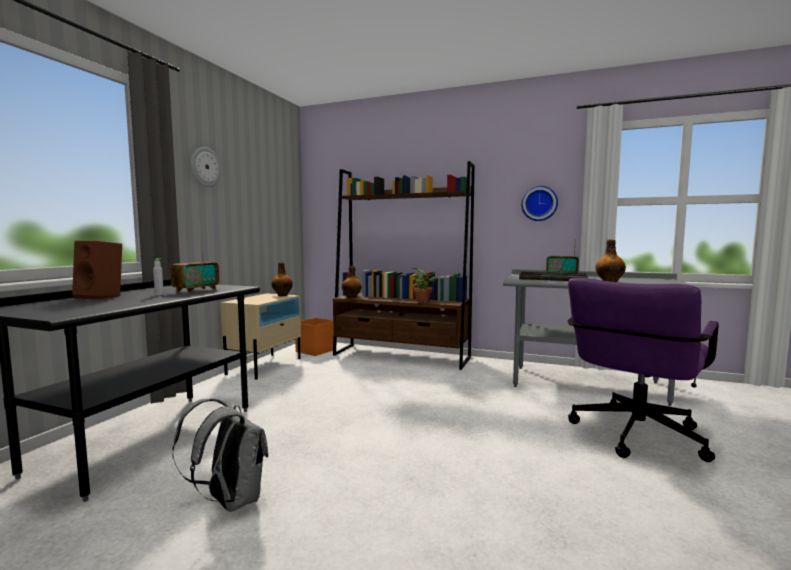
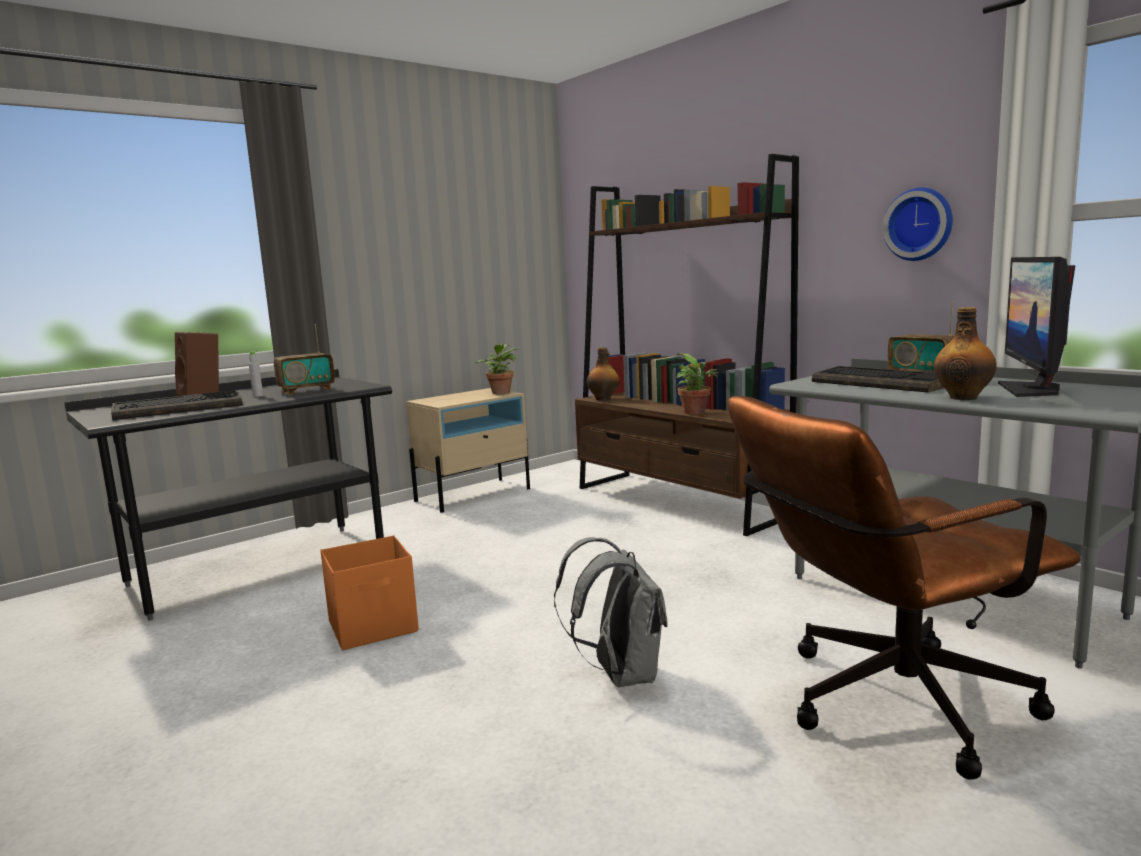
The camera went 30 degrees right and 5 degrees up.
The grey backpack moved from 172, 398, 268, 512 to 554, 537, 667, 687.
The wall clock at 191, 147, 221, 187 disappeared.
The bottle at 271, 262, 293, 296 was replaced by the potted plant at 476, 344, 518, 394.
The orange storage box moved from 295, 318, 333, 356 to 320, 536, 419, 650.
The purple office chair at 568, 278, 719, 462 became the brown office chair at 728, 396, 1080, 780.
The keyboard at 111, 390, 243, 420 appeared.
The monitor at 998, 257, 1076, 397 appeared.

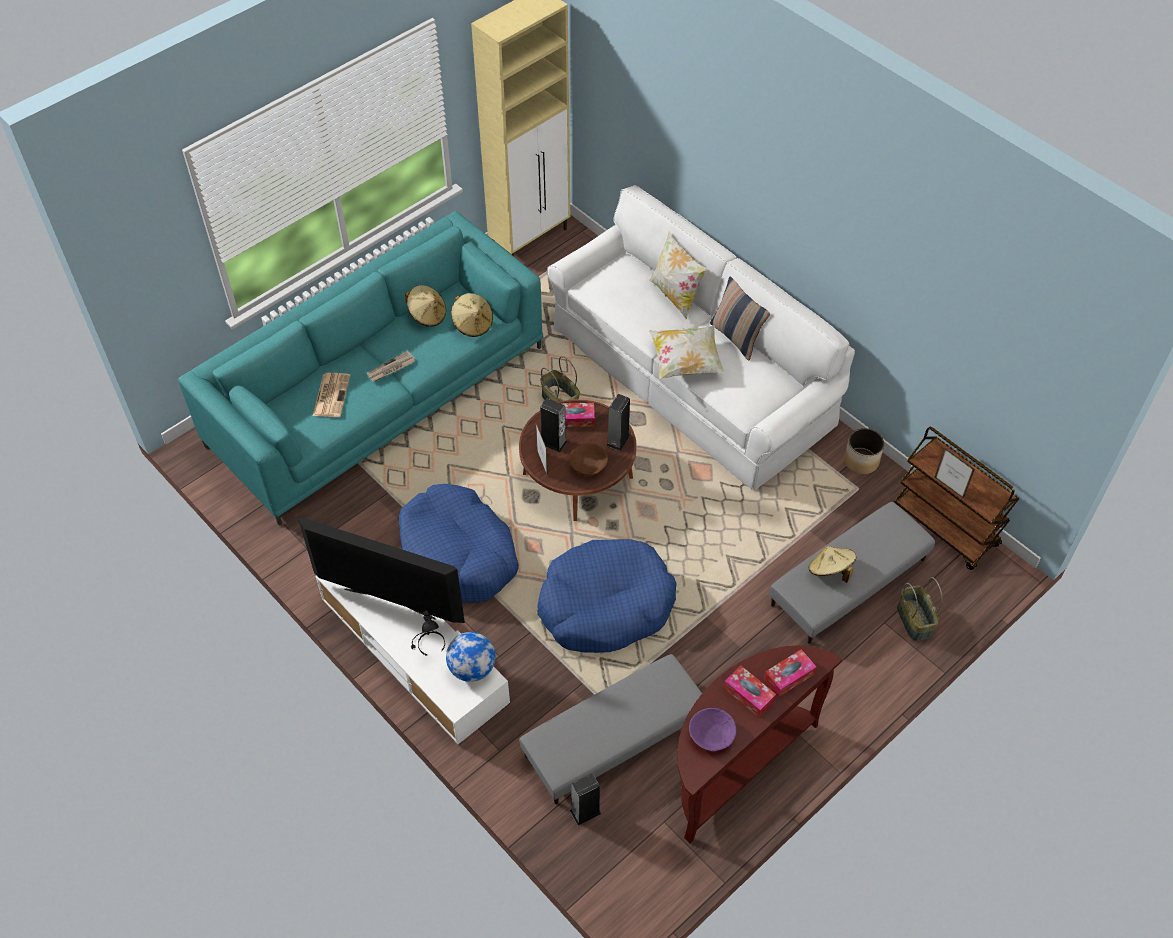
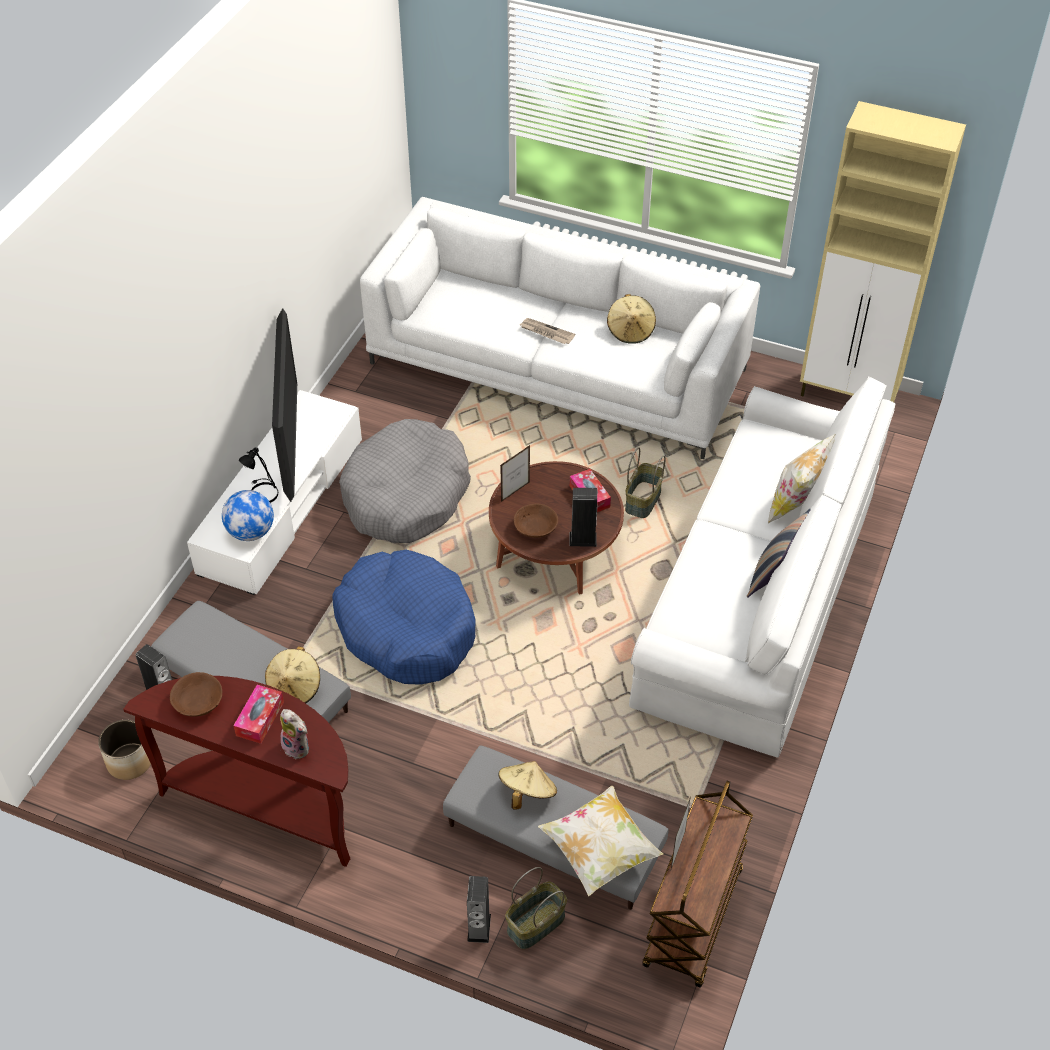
The camera went 65 degrees right and 5 degrees down.
The turquoise sofa at 178, 211, 543, 526 became the white sofa at 360, 197, 760, 459.
The newspaper at 313, 373, 350, 417 disappeared.
The blue dog bed at 399, 484, 519, 603 became the grey dog bed at 339, 419, 471, 543.
The beige hat moved from 451, 293, 493, 337 to 265, 646, 320, 703.
The speaker moved from 540, 398, 567, 452 to 467, 876, 491, 943.
The pillow moved from 649, 325, 725, 380 to 538, 786, 663, 896.
The purple bowl at 689, 708, 736, 751 became the brown bowl at 170, 672, 222, 717.
The tissue box at 764, 649, 816, 697 was replaced by the plush toy at 280, 709, 309, 760.
The planter moved from 844, 428, 884, 474 to 98, 720, 151, 780.

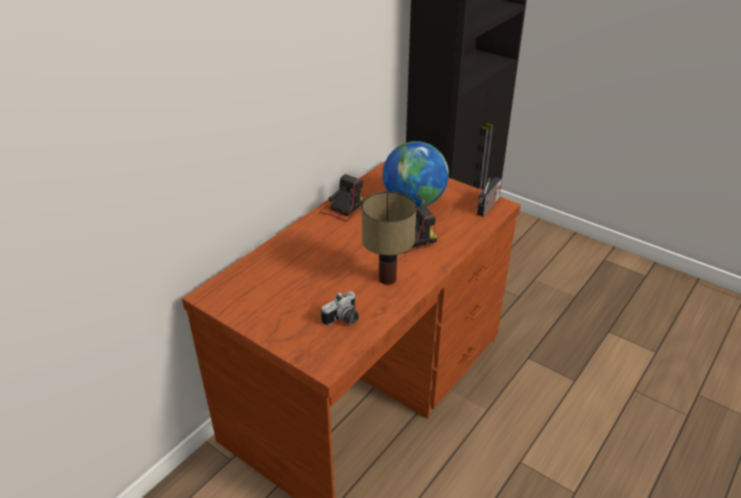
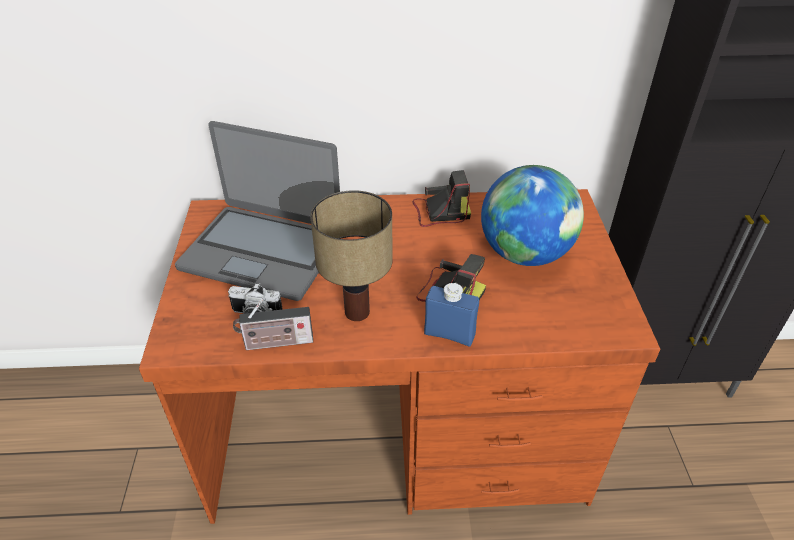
The camera went 50 degrees right and 5 degrees up.
The radio moved from 477, 177, 502, 217 to 233, 299, 313, 350.
The laptop at 175, 121, 340, 301 appeared.
The blue bottle at 424, 282, 479, 347 appeared.

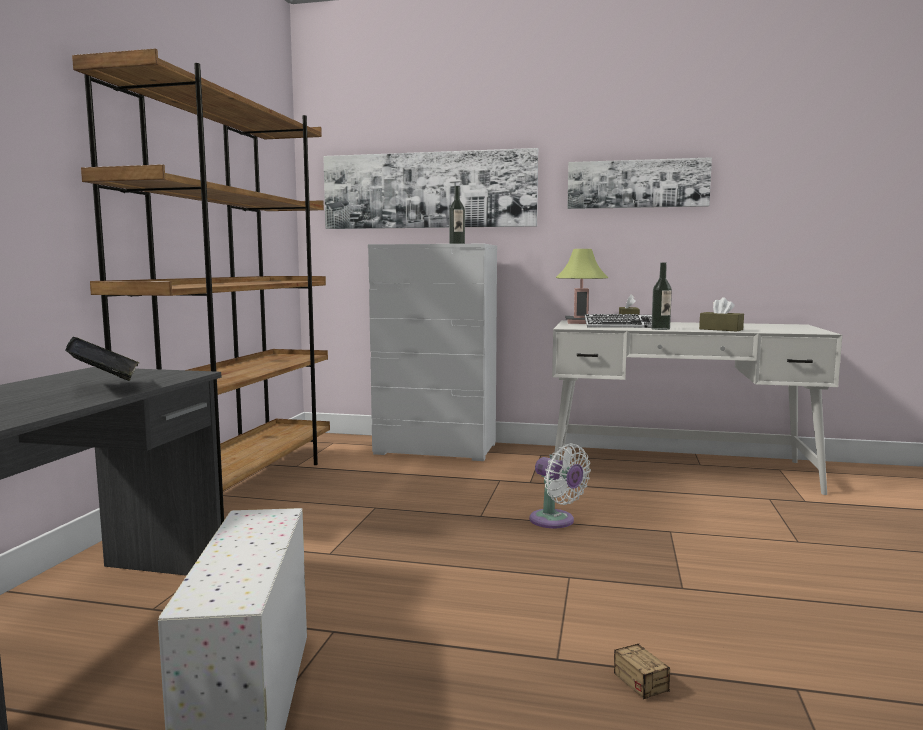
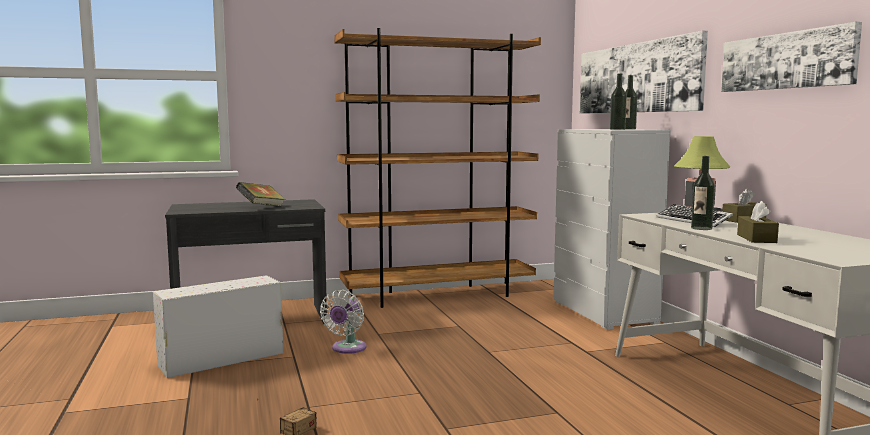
The camera went 60 degrees right and 0 degrees up.
The white fan moved from 530, 443, 591, 528 to 320, 290, 366, 354.
The bottle at 610, 74, 627, 130 appeared.

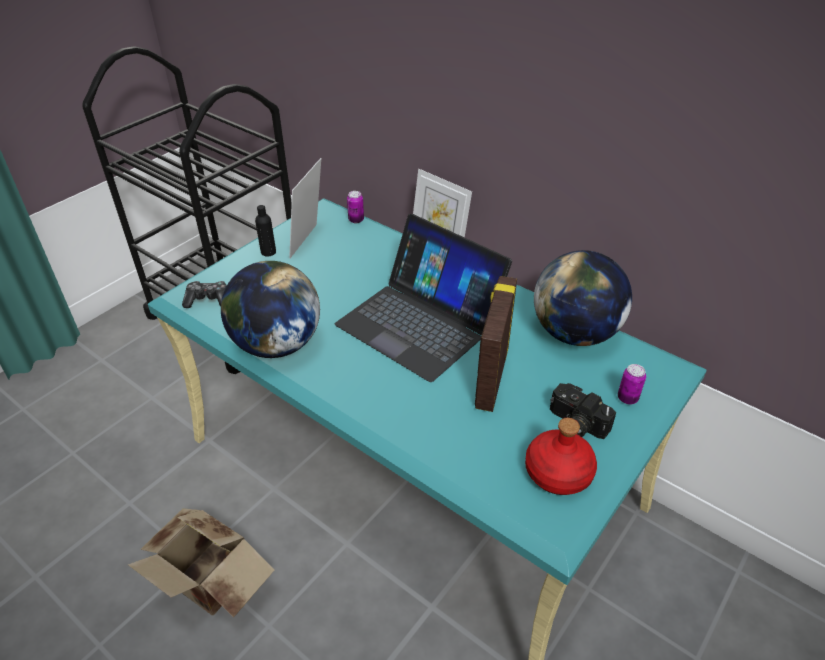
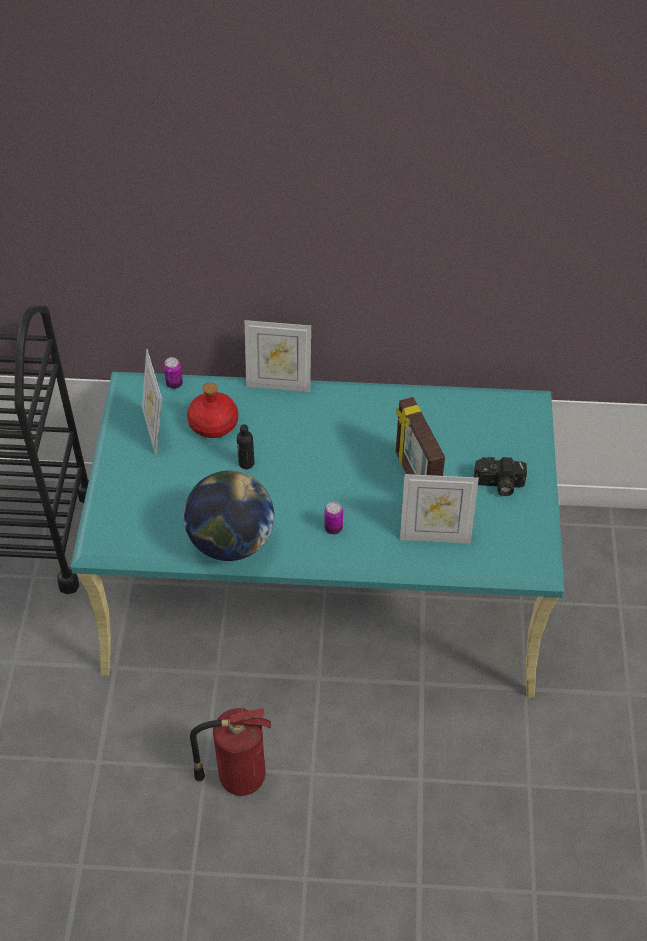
The camera went 35 degrees left and 10 degrees up.
The cardboard box at 128, 508, 274, 618 was replaced by the fire extinguisher at 190, 708, 271, 796.
The game controller at 182, 281, 227, 308 disappeared.
The black bottle moved from 255, 205, 276, 257 to 237, 424, 255, 469.
The laptop at 335, 214, 512, 382 disappeared.
The red bottle moved from 525, 418, 597, 495 to 187, 383, 238, 438.
The globe at 534, 250, 632, 346 disappeared.
The can moved from 618, 364, 646, 404 to 324, 502, 343, 534.
The picture frame at 400, 474, 479, 543 appeared.

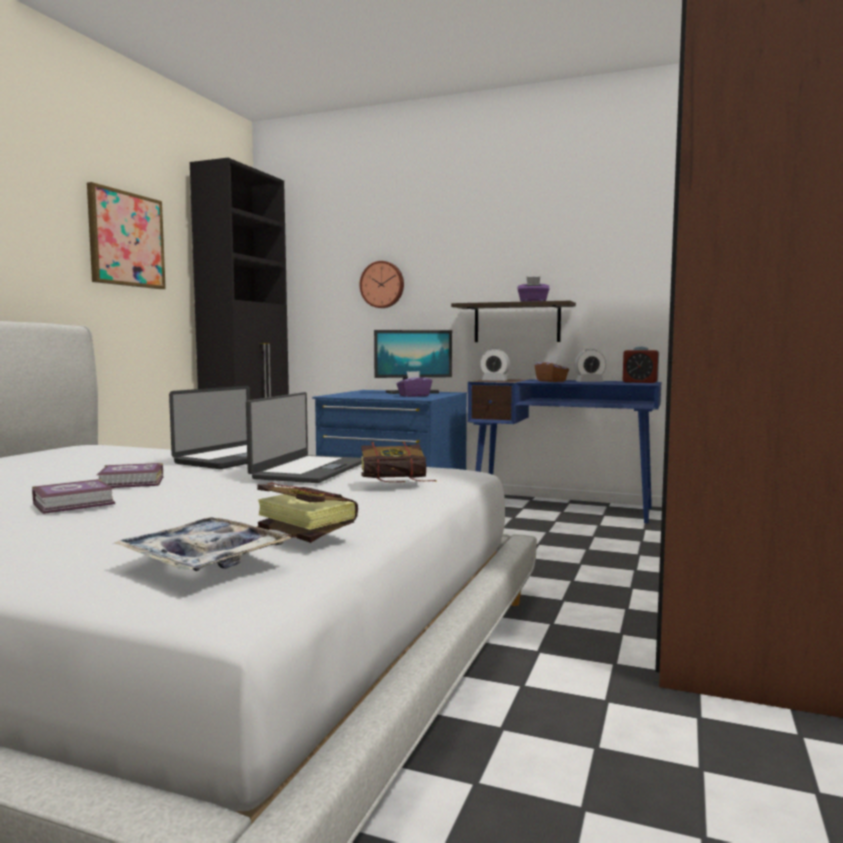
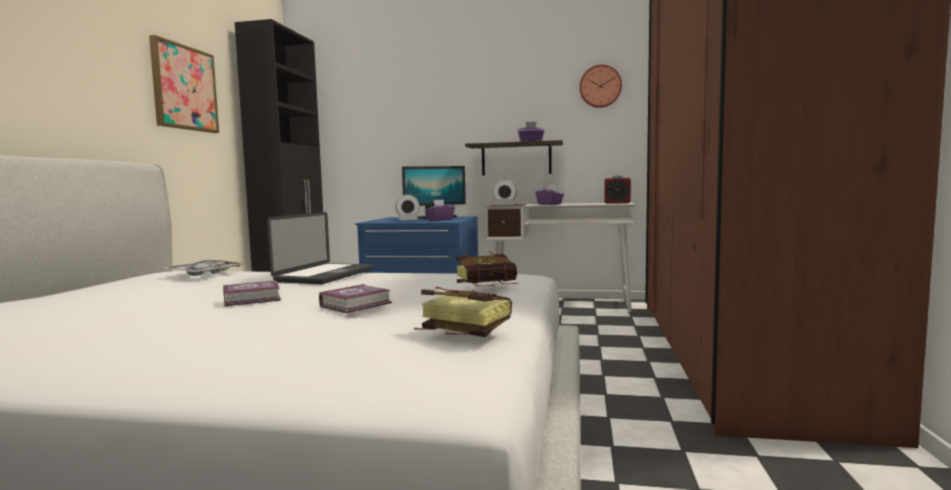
The camera went 10 degrees left and 0 degrees up.
The book moved from 32, 479, 115, 514 to 319, 284, 392, 313.
The tray moved from 112, 517, 293, 571 to 164, 260, 244, 276.
The laptop at 246, 392, 362, 483 disappeared.
The wall clock moved from 360, 261, 404, 308 to 579, 64, 622, 108.
The blue desk at 468, 379, 661, 523 became the white desk at 485, 203, 637, 312.
The brown tissue box at 535, 356, 569, 382 became the purple tissue box at 535, 184, 564, 205.
The alarm clock moved from 574, 349, 606, 382 to 395, 194, 420, 220.

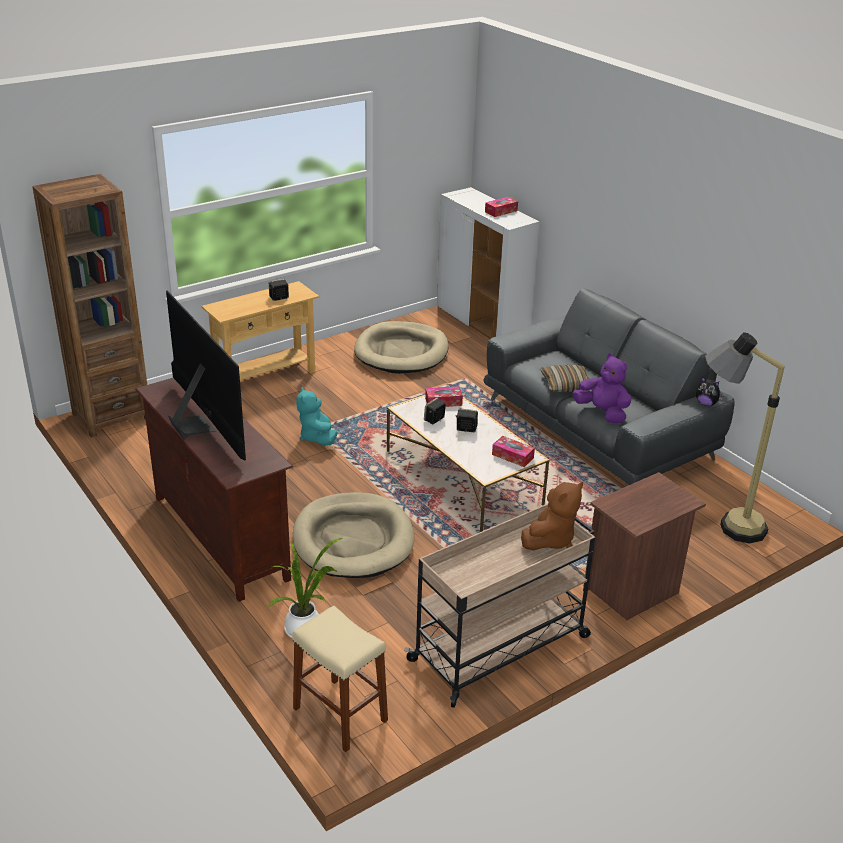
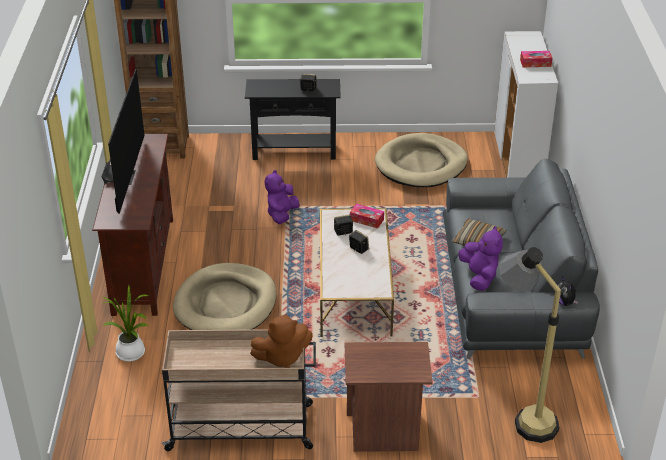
The camera went 35 degrees right and 5 degrees up.
The beige console table at 201, 281, 319, 380 became the black console table at 245, 79, 341, 160.
The beige stool at 292, 606, 388, 752 disappeared.
The turquoise plush toy at 296, 387, 337, 445 became the purple plush toy at 265, 170, 300, 224.
The tissue box at 492, 436, 535, 467 disappeared.

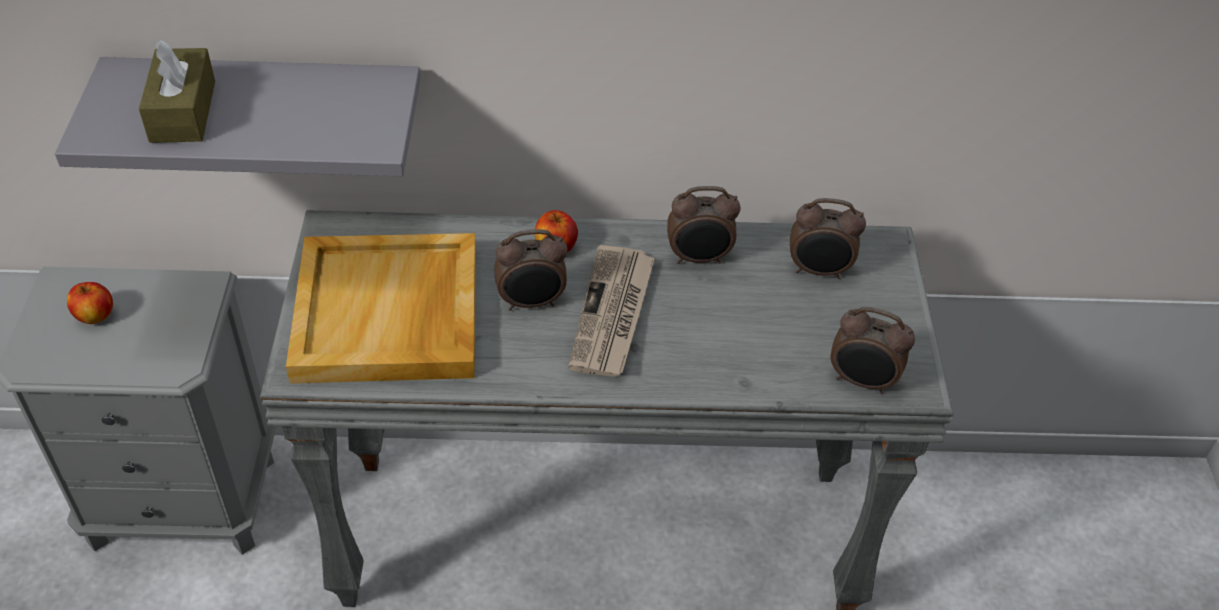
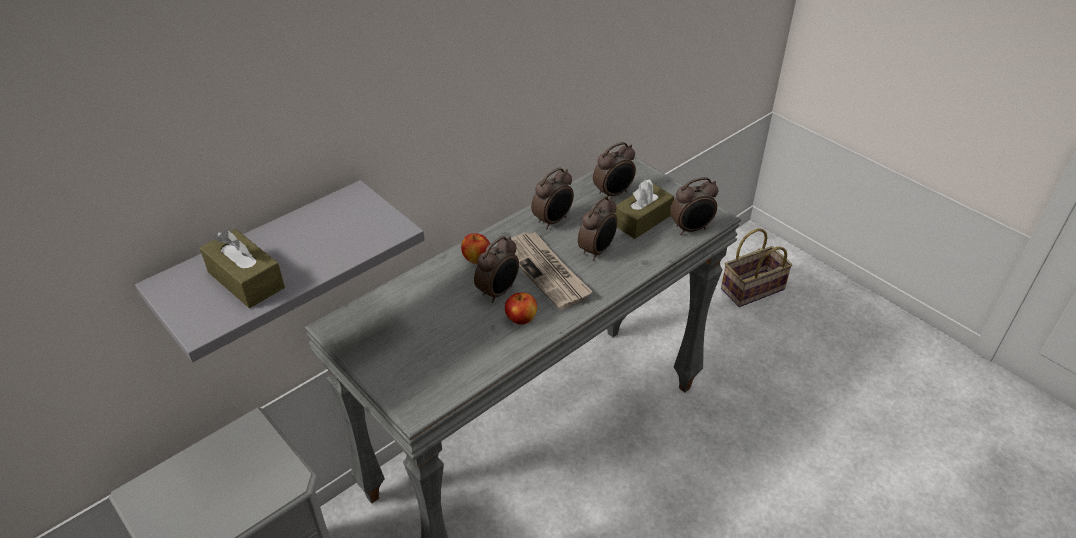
The camera went 40 degrees left and 5 degrees down.
The apple moved from 67, 282, 113, 324 to 505, 293, 537, 325.
The beige tray at 286, 233, 476, 383 disappeared.
The alarm clock at 578, 196, 617, 261 appeared.
The brown tissue box at 614, 180, 674, 239 appeared.
The basket at 721, 228, 792, 307 appeared.

